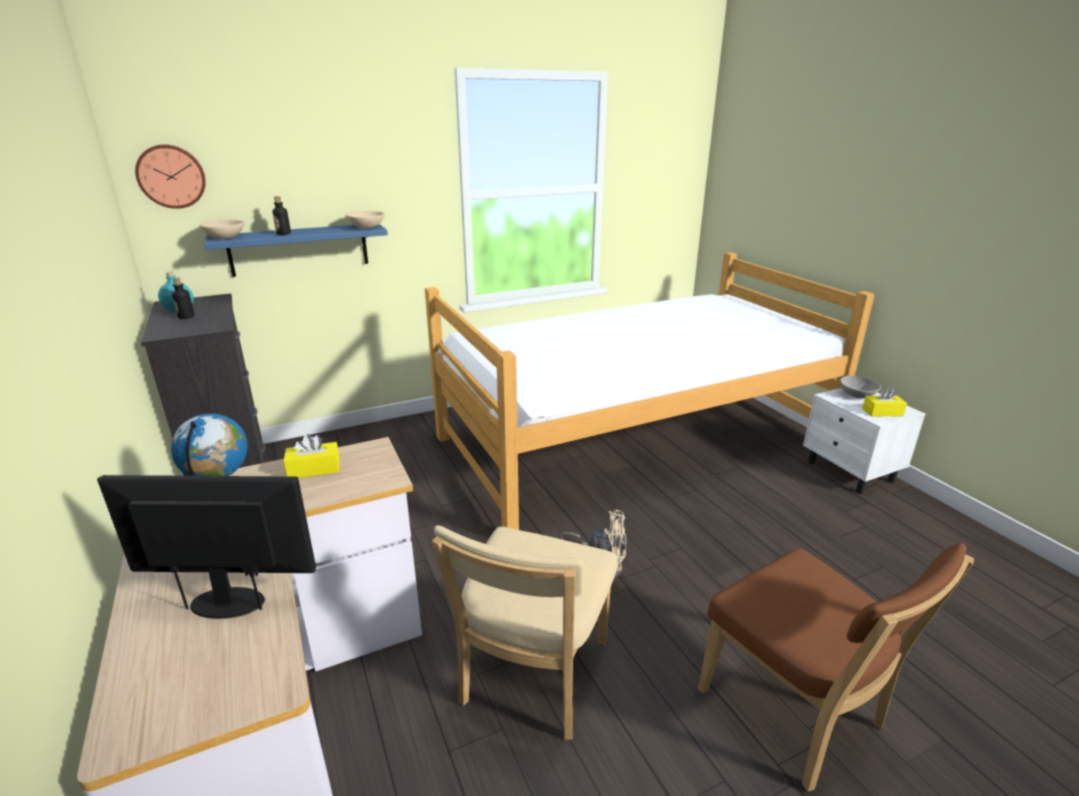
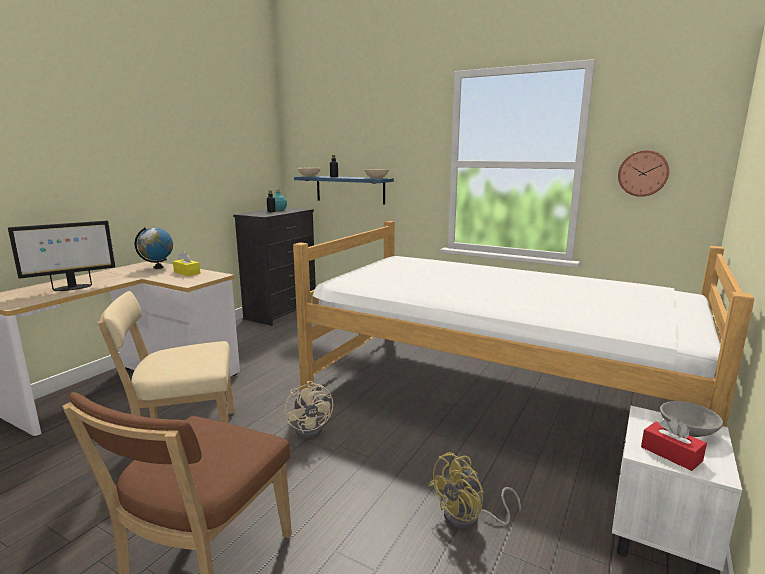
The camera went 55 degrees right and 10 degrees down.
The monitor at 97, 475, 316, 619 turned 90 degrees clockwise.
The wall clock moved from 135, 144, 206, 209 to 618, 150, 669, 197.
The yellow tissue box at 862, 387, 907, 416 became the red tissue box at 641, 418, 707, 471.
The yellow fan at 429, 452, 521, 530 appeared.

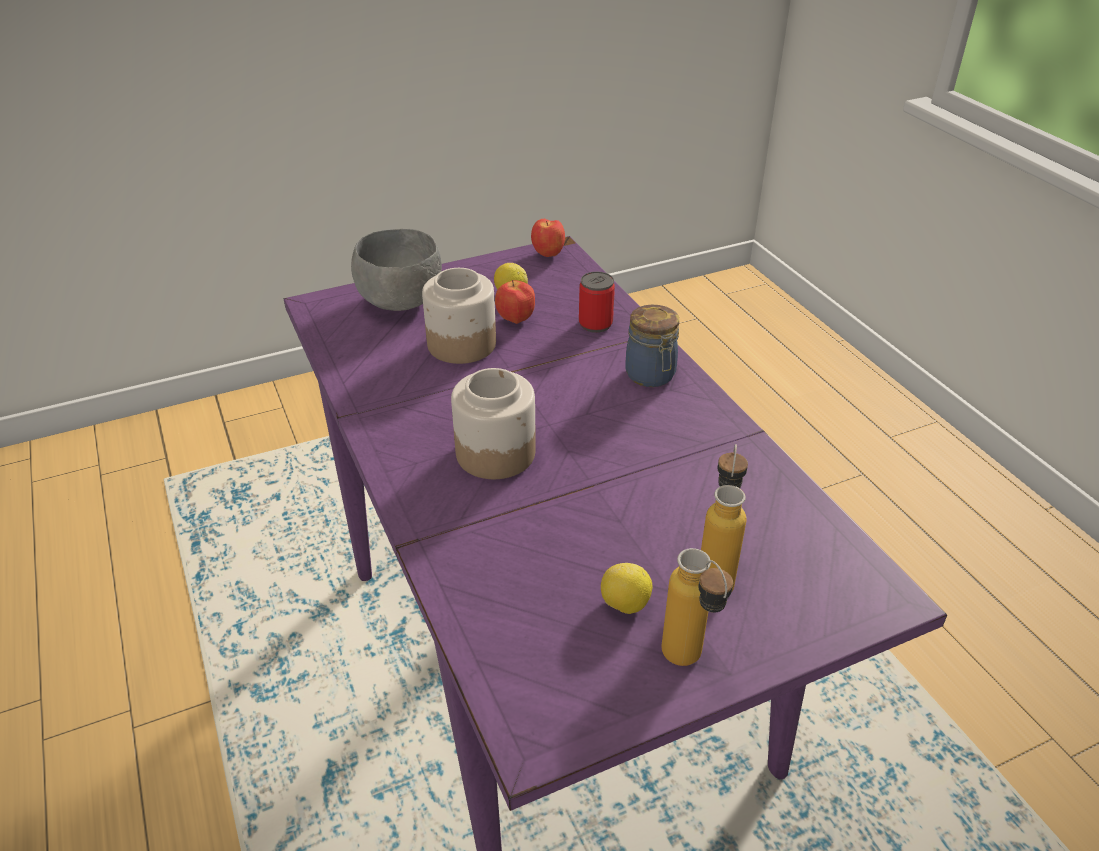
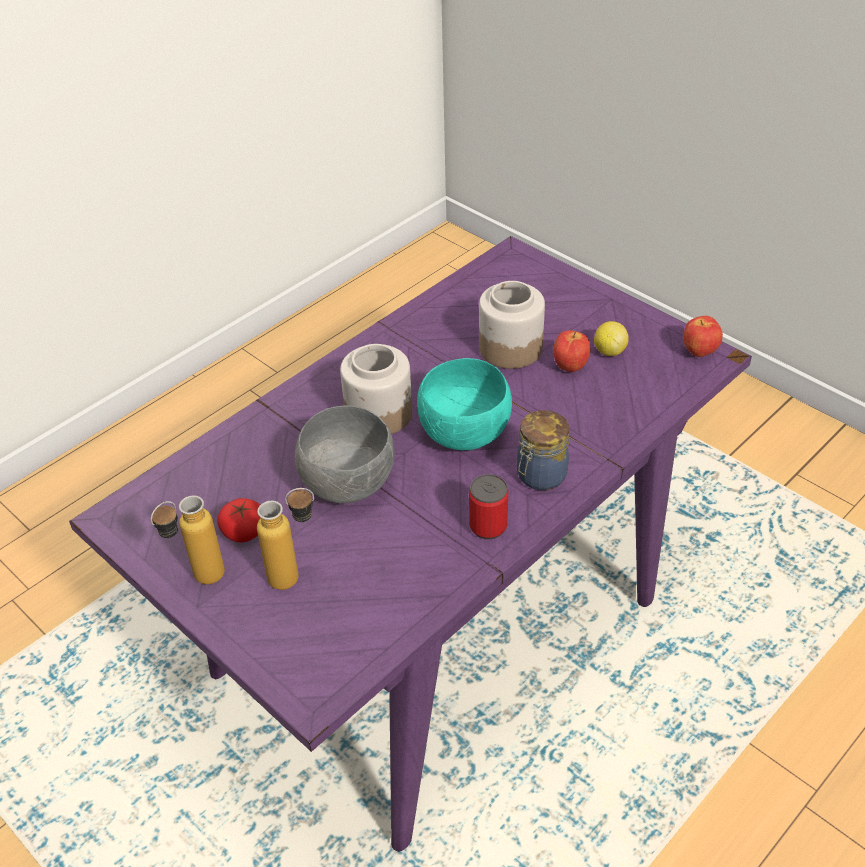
The camera went 70 degrees right and 5 degrees up.
The grey bowl moved from 351, 229, 442, 311 to 295, 405, 394, 503.
The can moved from 579, 272, 615, 333 to 469, 474, 508, 539.
The lemon at 601, 563, 653, 614 was replaced by the tomato at 217, 498, 260, 542.
The turquoise bowl at 417, 358, 512, 450 appeared.

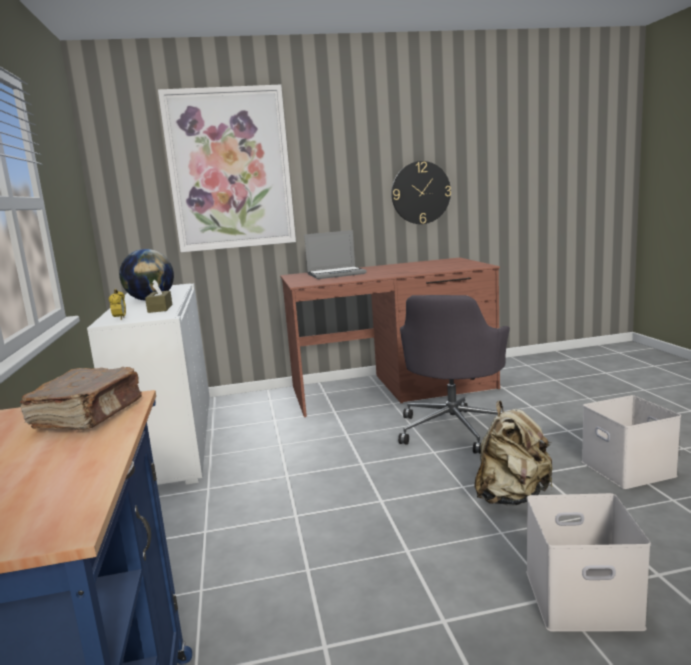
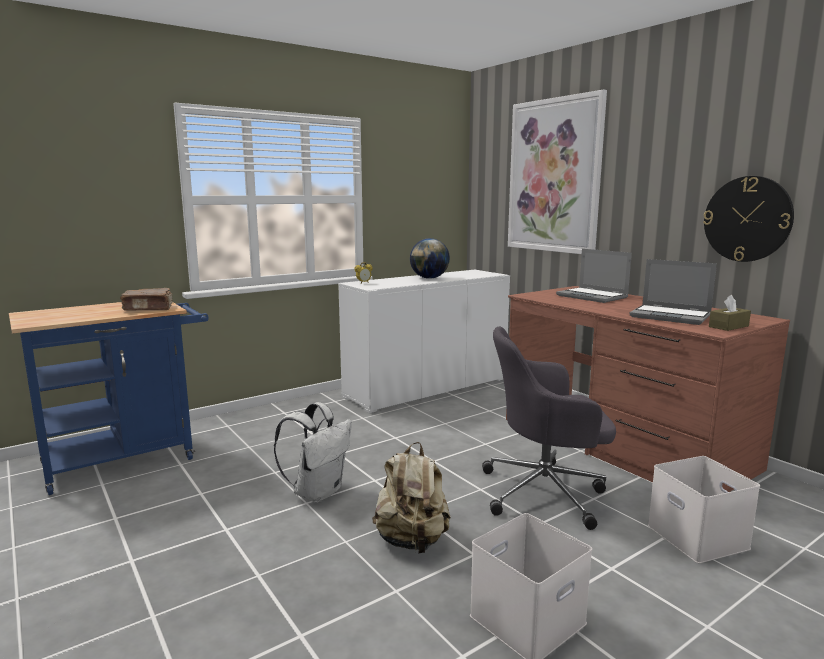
The camera went 65 degrees right and 0 degrees up.
The brown tissue box moved from 145, 280, 172, 313 to 709, 295, 751, 331.
The white storage box moved from 526, 493, 651, 632 to 648, 456, 760, 563.
The white backpack at 274, 402, 352, 503 appeared.
The laptop at 629, 259, 717, 325 appeared.

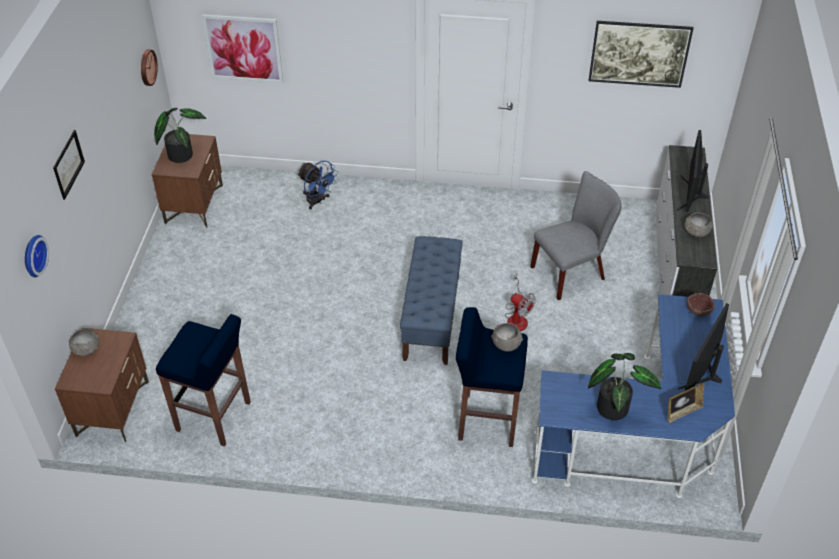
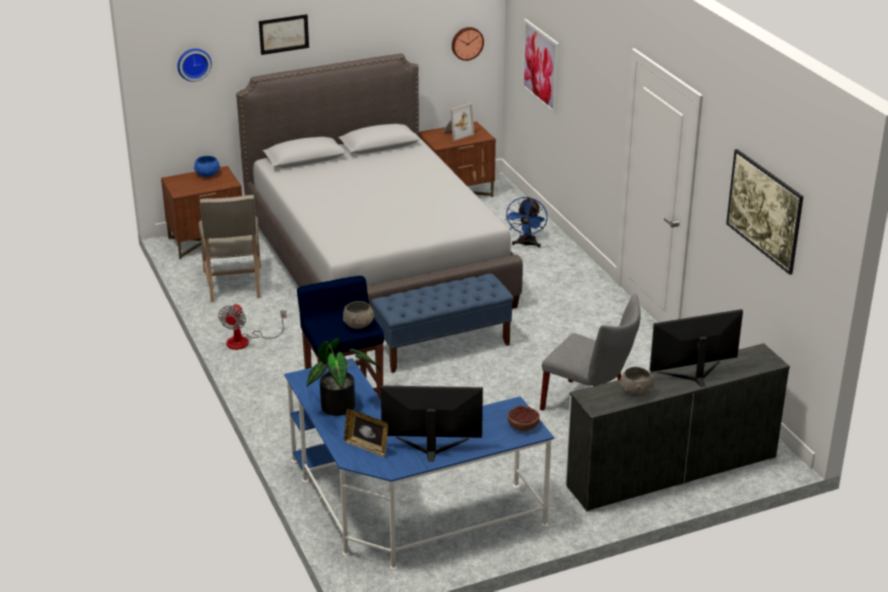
The camera went 60 degrees right and 15 degrees down.
The grey bowl at 69, 328, 99, 356 became the blue bowl at 194, 156, 220, 177.
The potted plant at 154, 108, 207, 163 was replaced by the picture frame at 442, 103, 474, 141.
The blue stool at 156, 314, 251, 446 was replaced by the beige chair at 198, 195, 261, 302.
The fan moved from 505, 274, 536, 331 to 218, 304, 287, 350.
The grey bed at 236, 53, 523, 309 appeared.

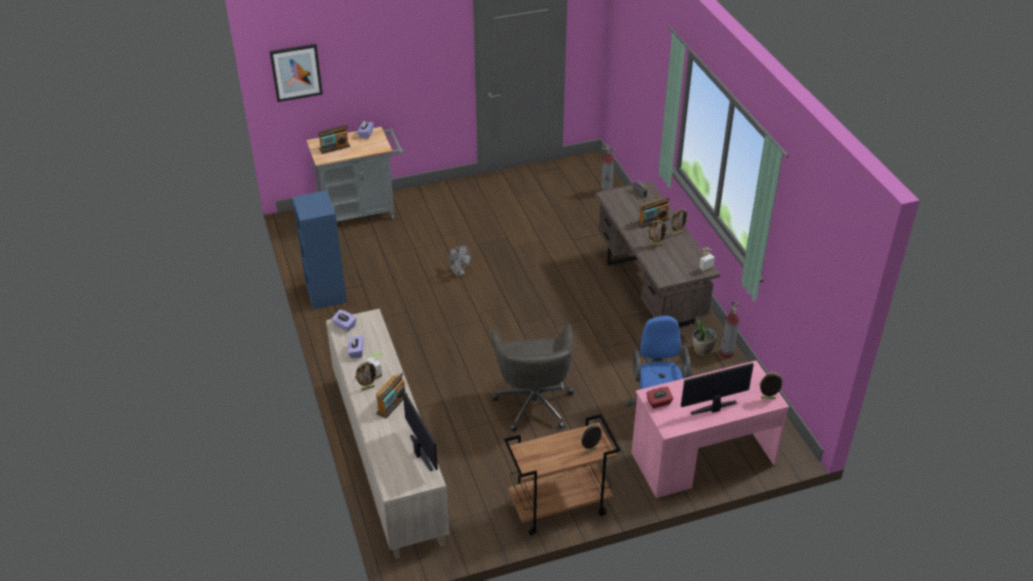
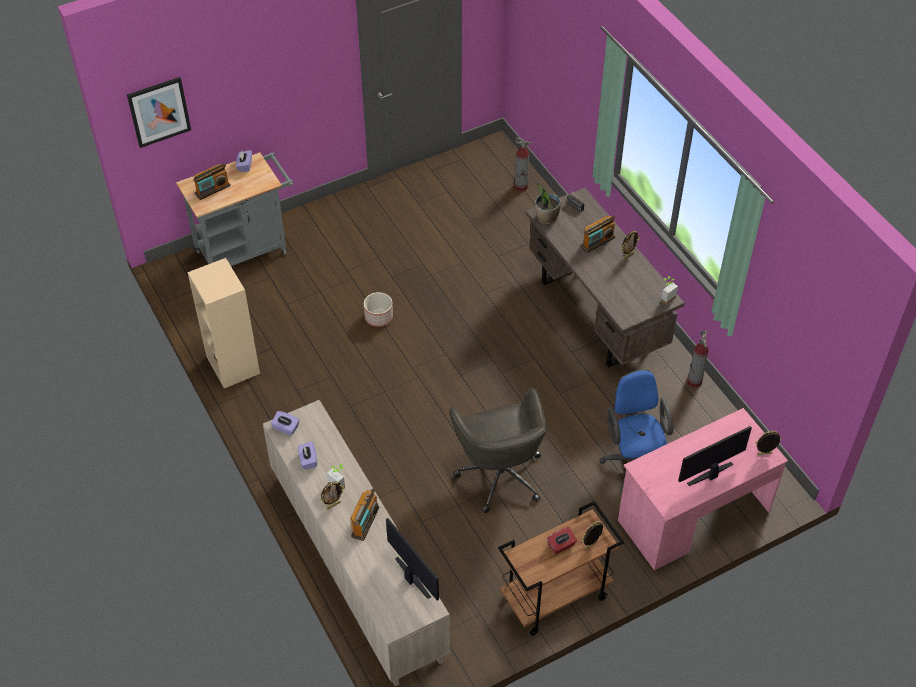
The camera went 10 degrees left and 10 degrees up.
The blue bookcase at 292, 190, 347, 309 became the beige bookcase at 188, 258, 260, 388.
The grey fan at 448, 245, 472, 277 was replaced by the planter at 364, 292, 393, 327.
The red tissue box moved from 646, 387, 673, 409 to 547, 527, 577, 554.
The picture frame at 647, 220, 668, 246 disappeared.
The potted plant moved from 693, 316, 716, 356 to 535, 182, 561, 224.

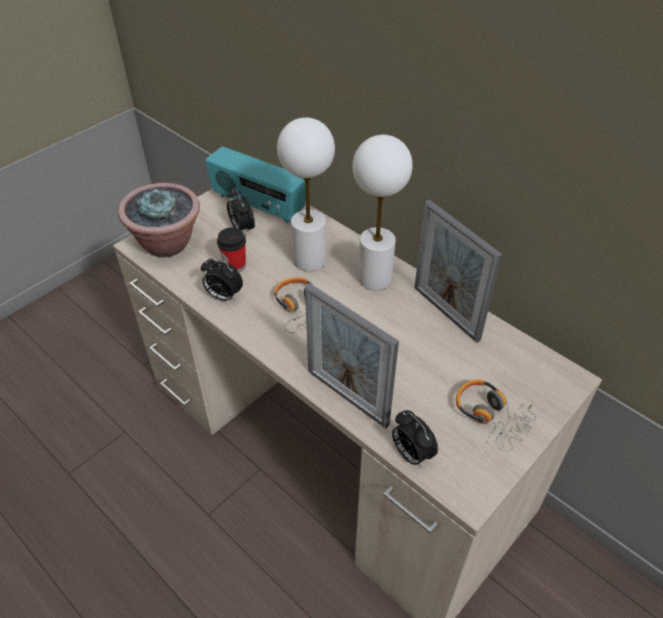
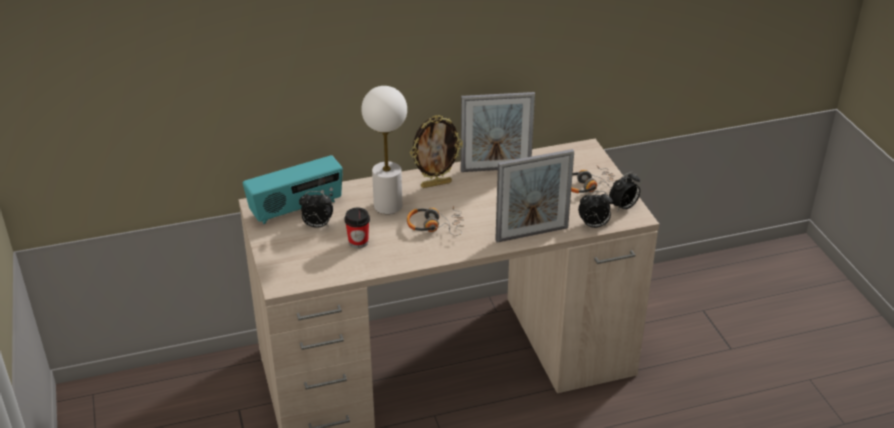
The camera went 60 degrees left and 10 degrees down.
The potted plant at 118, 183, 200, 257 disappeared.
The alarm clock moved from 201, 258, 243, 301 to 609, 172, 640, 212.
The white table lamp at 353, 135, 413, 290 was replaced by the picture frame at 410, 115, 463, 188.

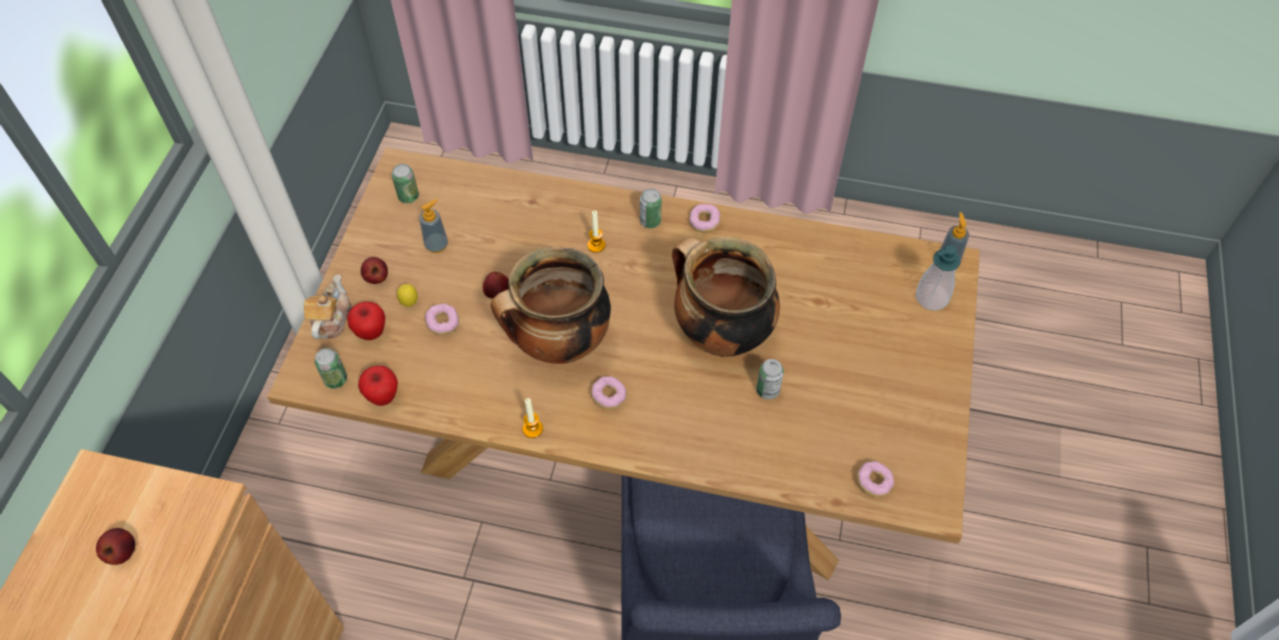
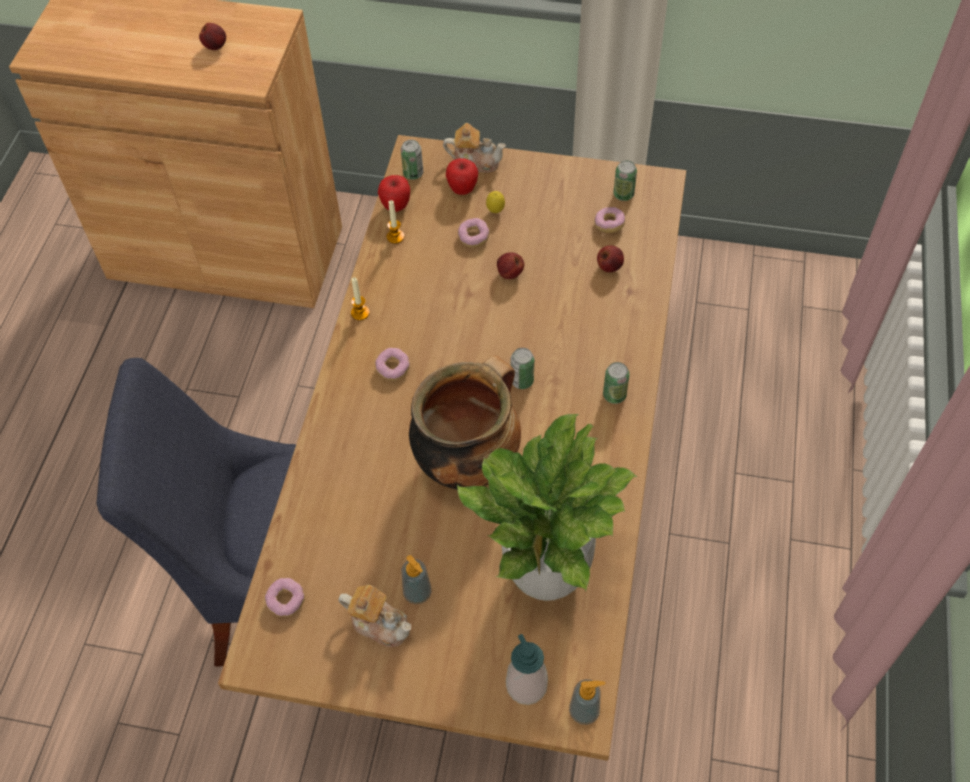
The camera went 90 degrees right and 0 degrees up.
The apple moved from 361, 257, 388, 284 to 597, 245, 624, 272.
The soap dispenser moved from 419, 199, 448, 253 to 401, 555, 432, 604.
The cooking pot at 491, 247, 611, 364 disappeared.
The candle moved from 587, 210, 605, 253 to 387, 200, 404, 244.
The donut moved from 689, 204, 721, 233 to 594, 207, 625, 233.
The can moved from 756, 359, 784, 400 to 511, 348, 534, 389.
The teapot at 339, 585, 411, 647 appeared.
The potted plant at 457, 414, 637, 601 appeared.

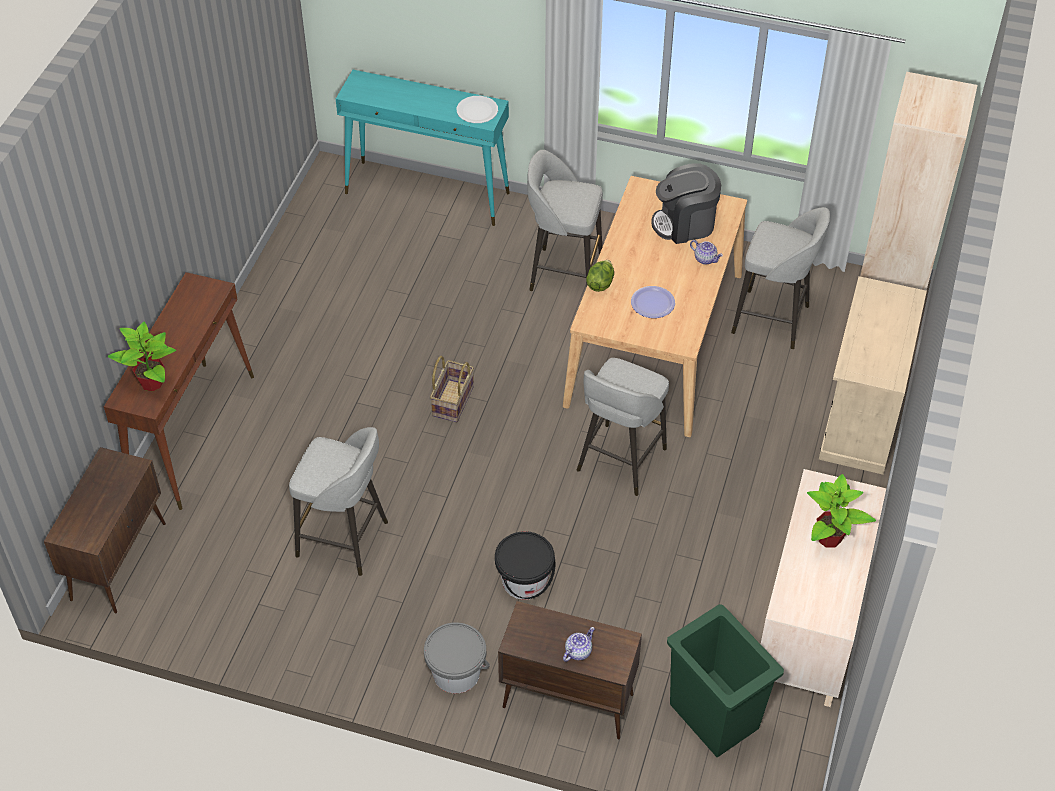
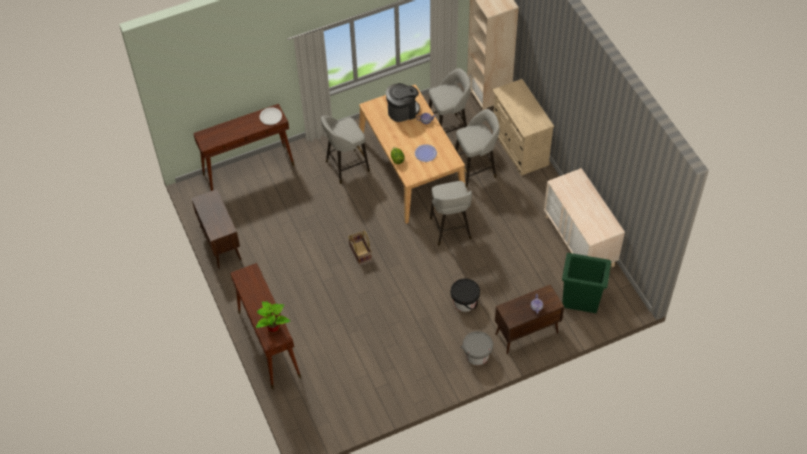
The camera went 40 degrees left and 5 degrees up.
The brown cabinet moved from 44, 447, 166, 613 to 191, 189, 241, 268.
The grey stool moved from 289, 427, 388, 576 to 455, 109, 499, 188.
The turquoise console table at 336, 70, 510, 226 became the brown console table at 193, 104, 294, 191.
The coffee machine at 651, 163, 721, 244 turned 150 degrees counterclockwise.
The potted plant at 807, 474, 876, 548 disappeared.

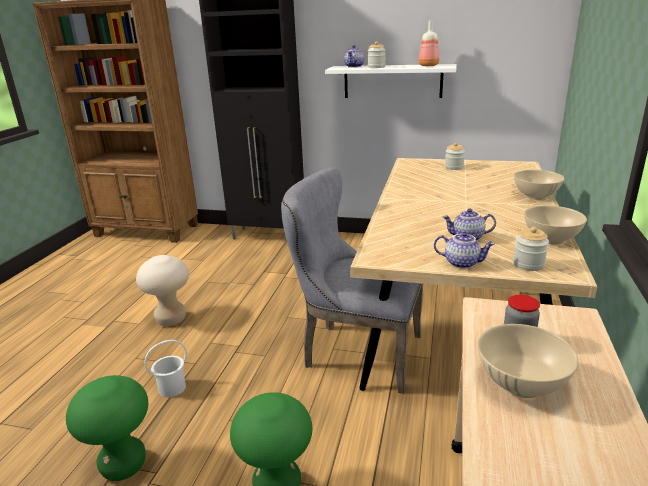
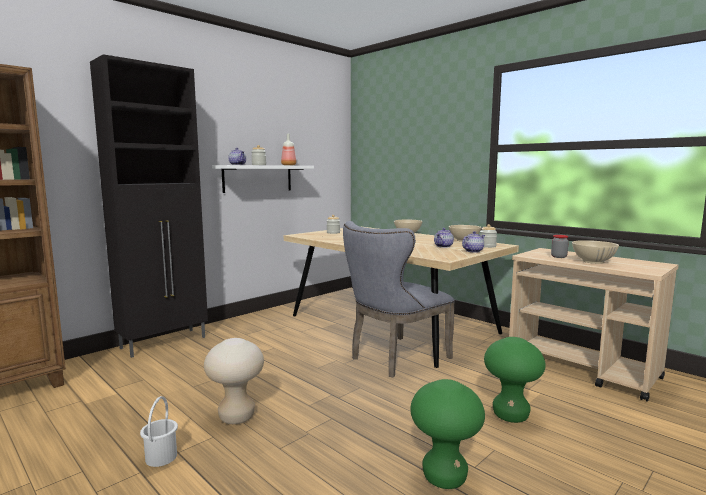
The camera went 60 degrees left and 15 degrees down.
The white bucket moved from 144, 340, 187, 398 to 140, 396, 178, 467.

